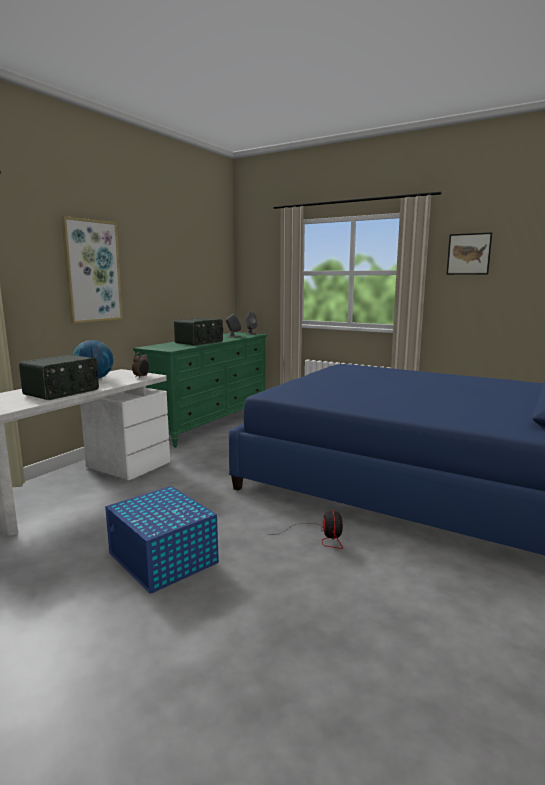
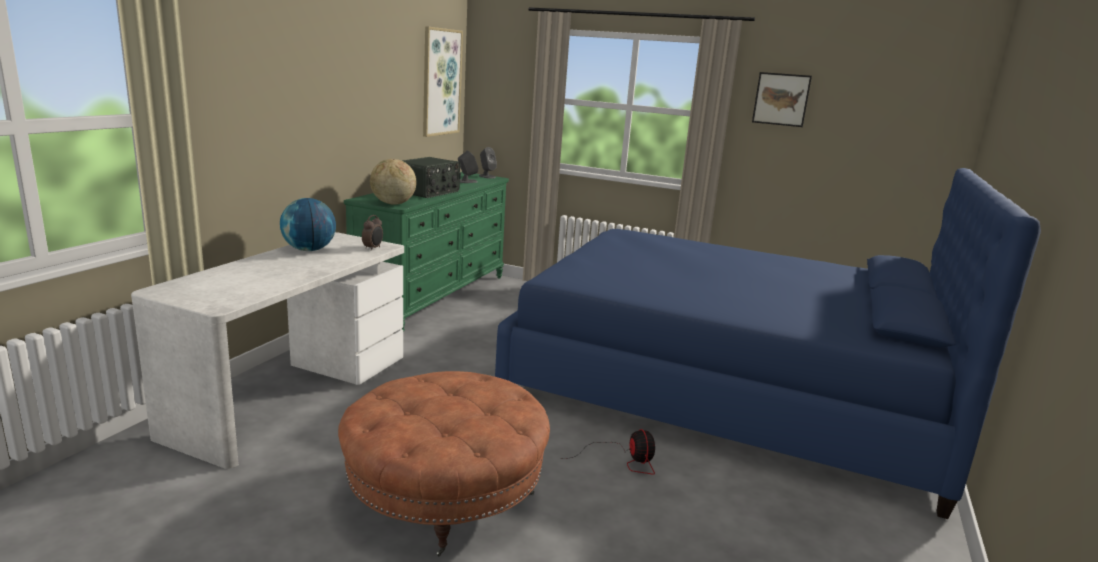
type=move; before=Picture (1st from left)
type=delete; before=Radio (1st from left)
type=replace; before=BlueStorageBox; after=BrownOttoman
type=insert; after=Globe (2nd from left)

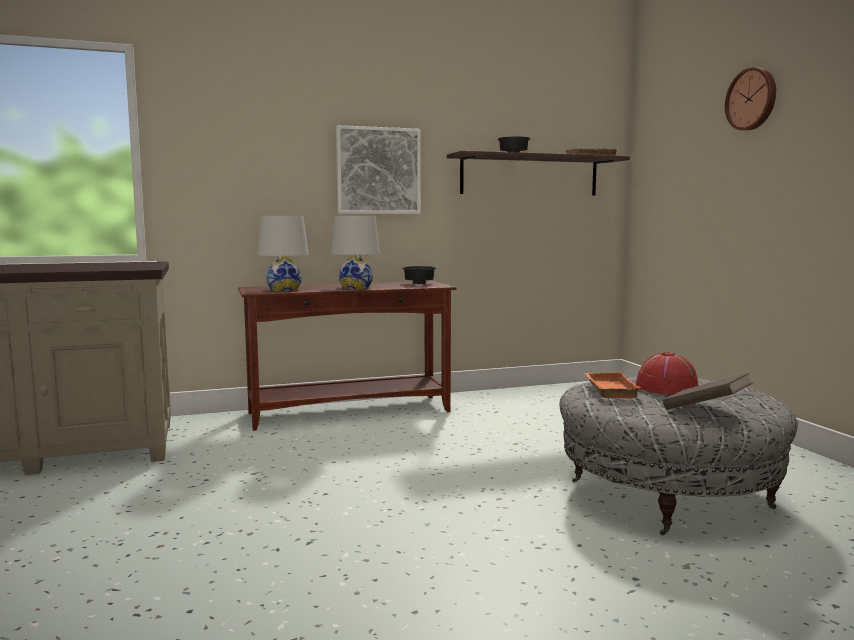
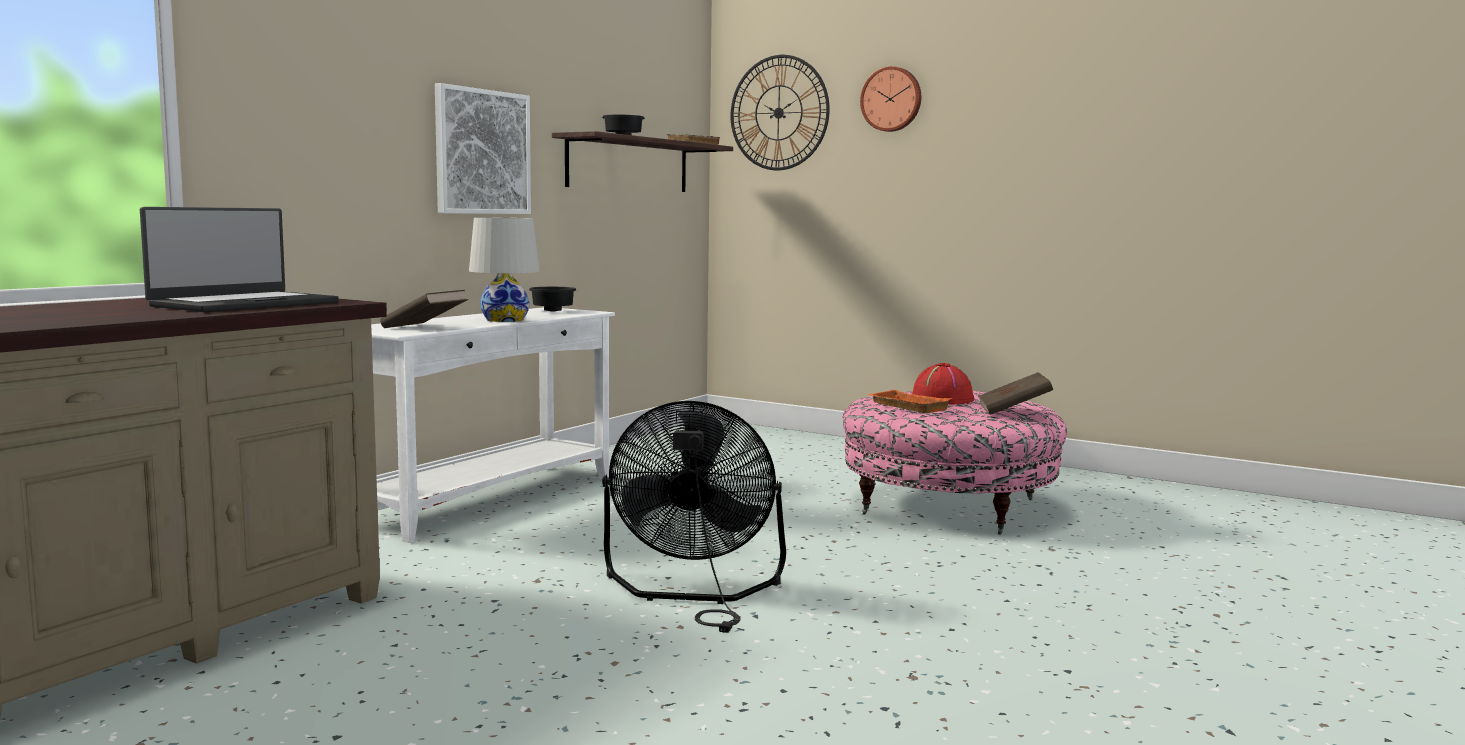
type=replace; before=WhiteTableLamp (1st from left); after=BrownBook (1st from left)
type=recolor; before=BrownConsoleTable; after=WhiteConsoleTable
type=recolor; before=GreyOttoman; after=PinkOttoman
type=insert; after=WallClock (1st from left)
type=insert; after=Laptop
type=insert; after=BlackFan

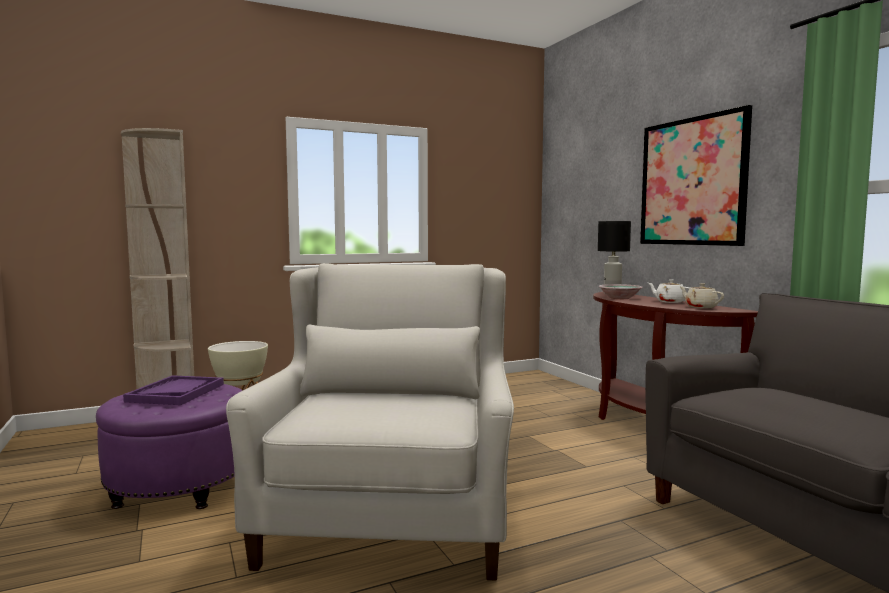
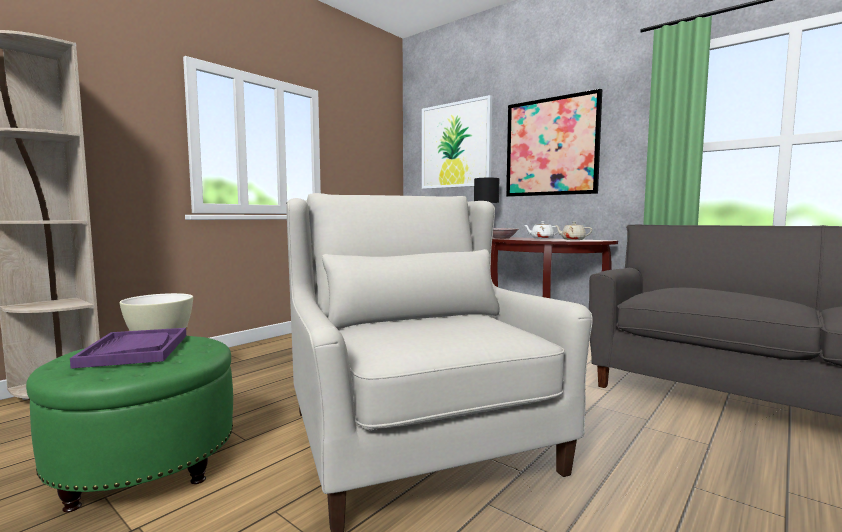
type=recolor; before=PurpleOttoman; after=GreenOttoman
type=insert; after=Picture (1st from left)

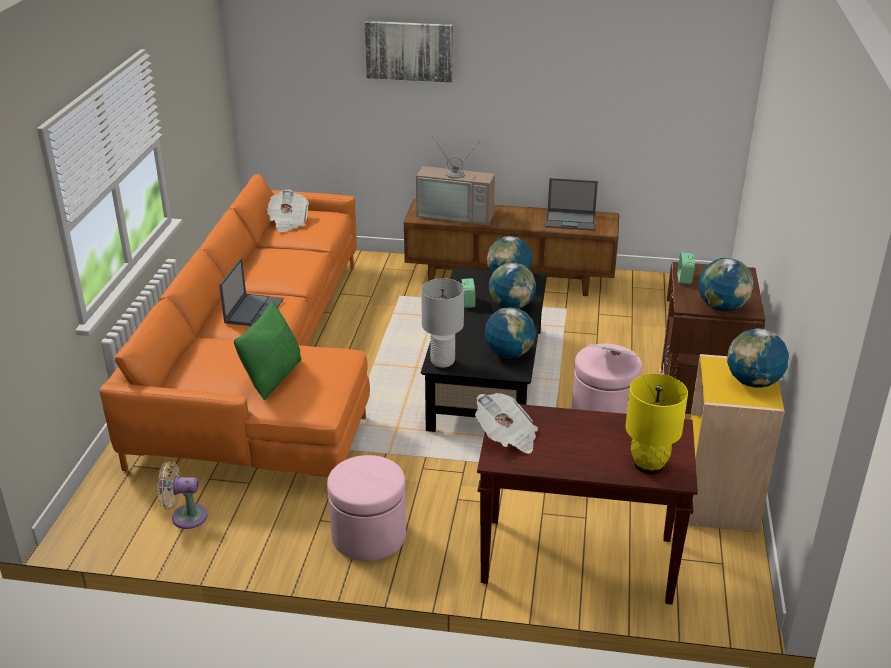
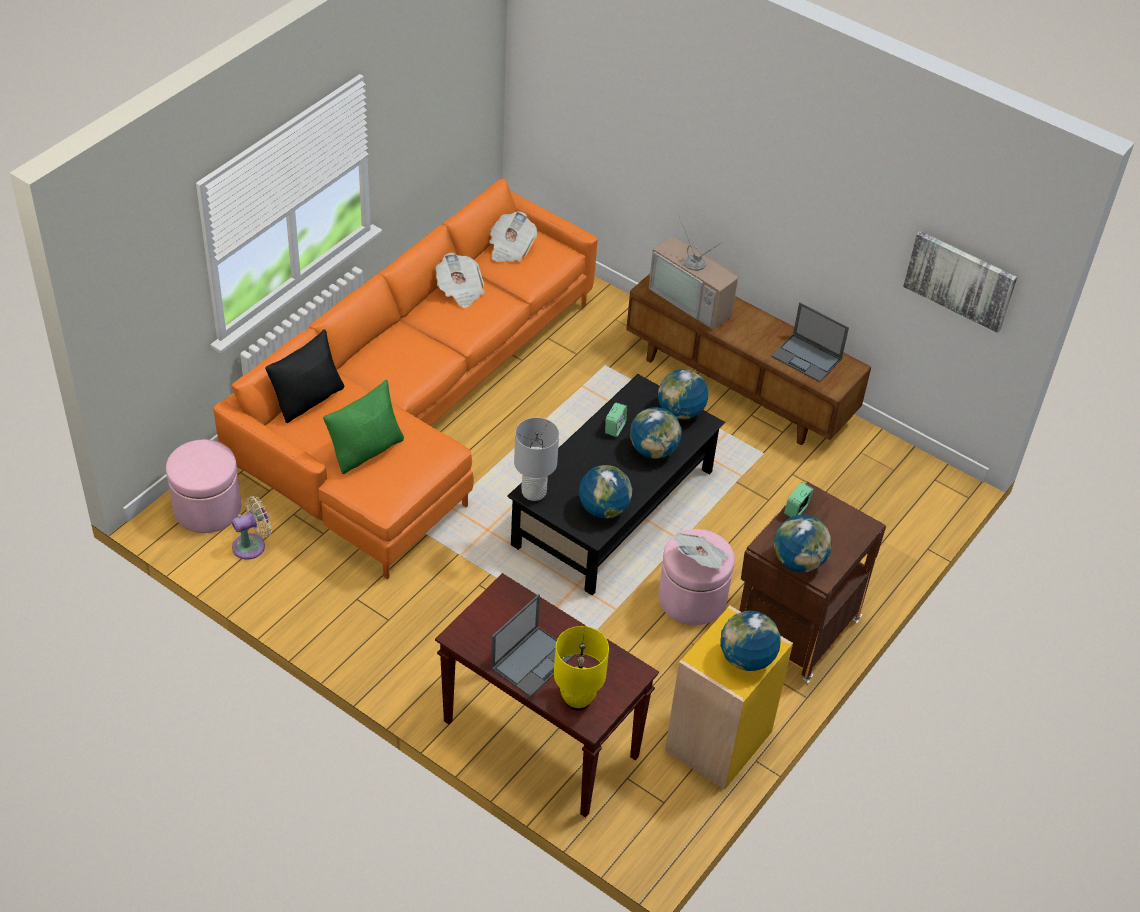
type=move; before=Picture
type=move; before=Laptop (1st from left)
type=move; before=Newspaper (2nd from left in the first image); after=Newspaper (1st from left)
type=move; before=PinkOttoman (1st from left)
type=rotate; before=BeigeFan; turn=120
type=insert; after=BlackPillow

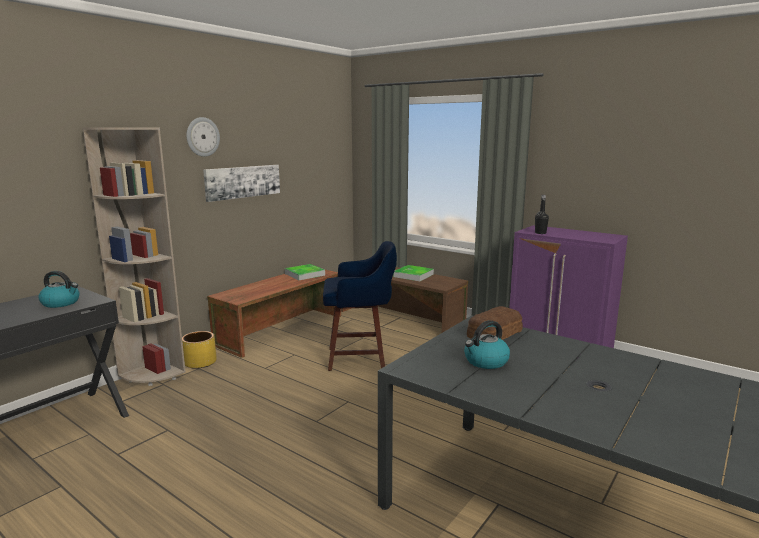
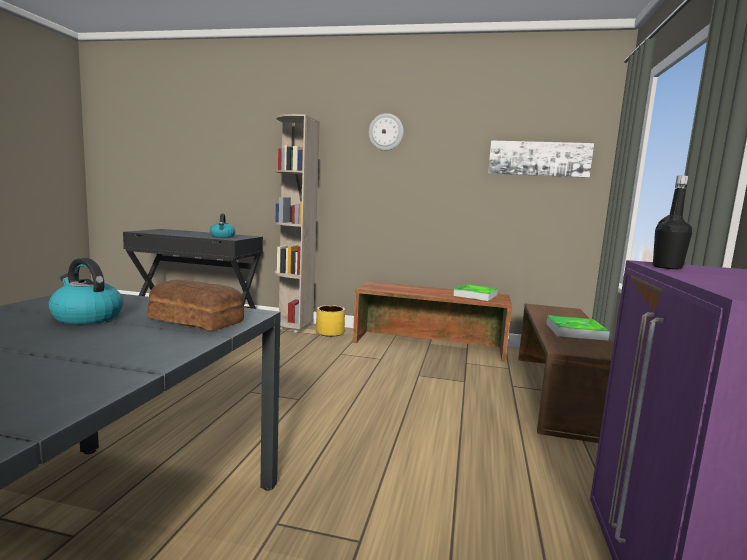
type=move; before=Picture
type=delete; before=BlueStool

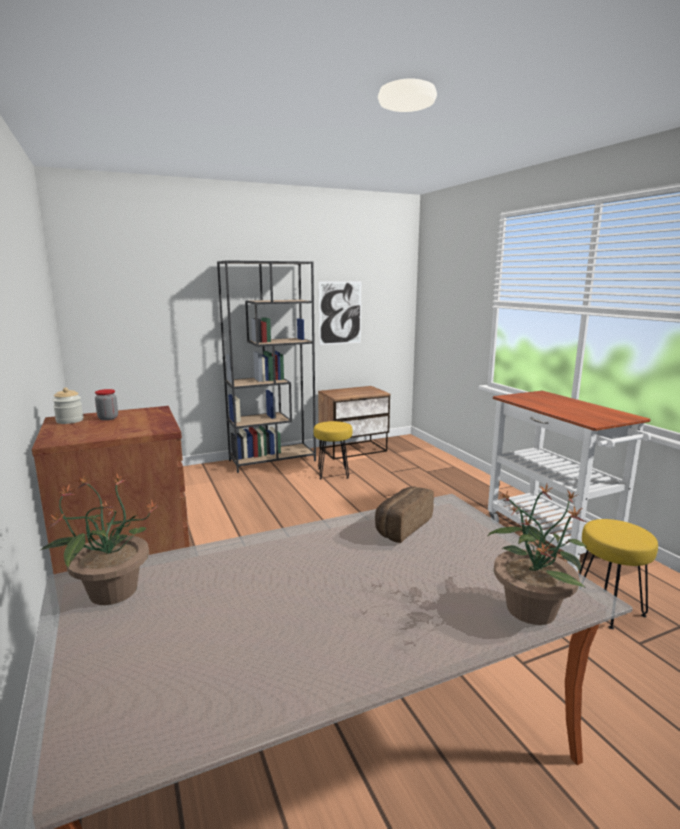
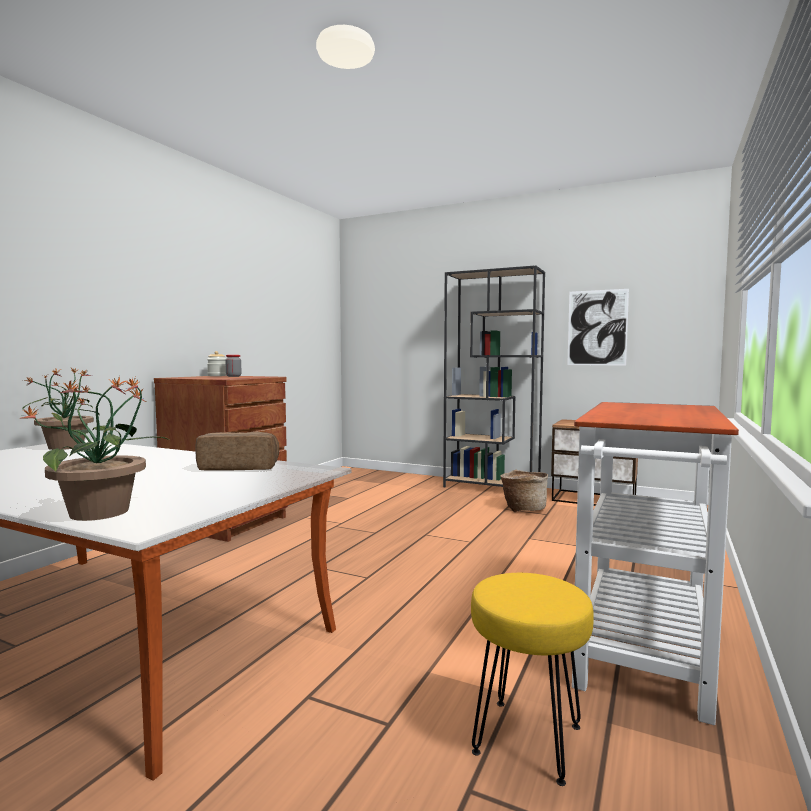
type=replace; before=YellowStool (1st from left); after=Basket

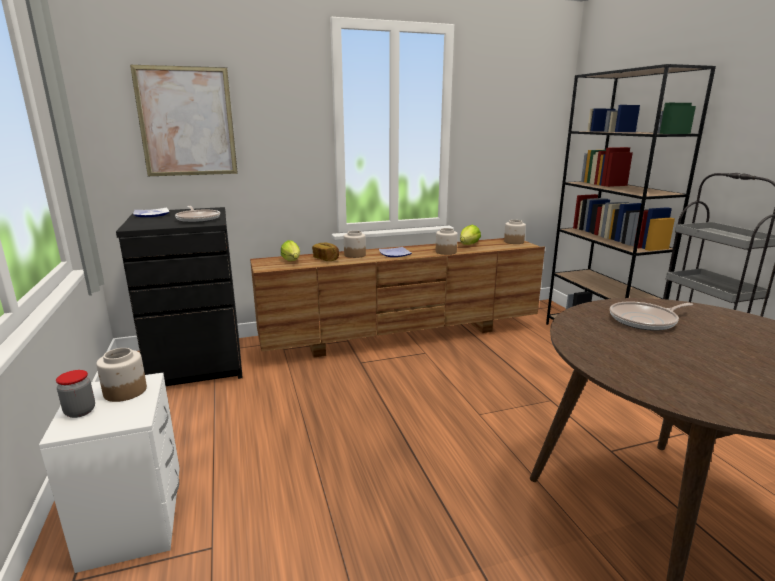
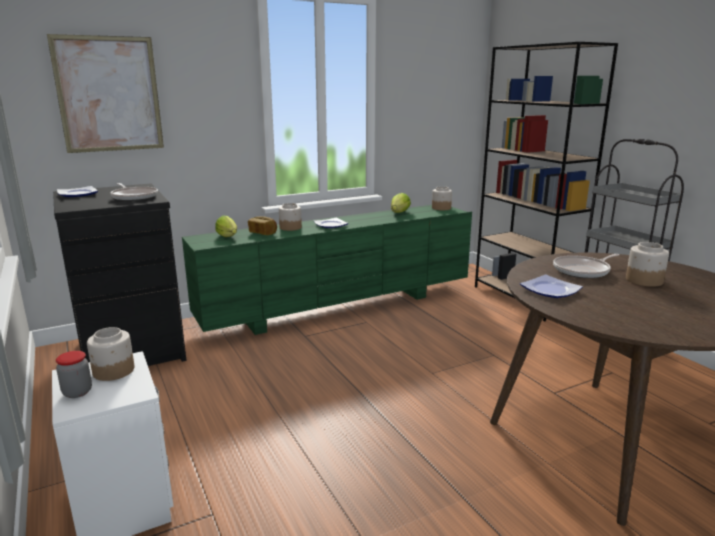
type=move; before=Jar (4th from left in the first image); after=Jar (5th from left)
type=recolor; before=BrownCabinet; after=GreenCabinet
type=insert; after=Plate (3rd from left)

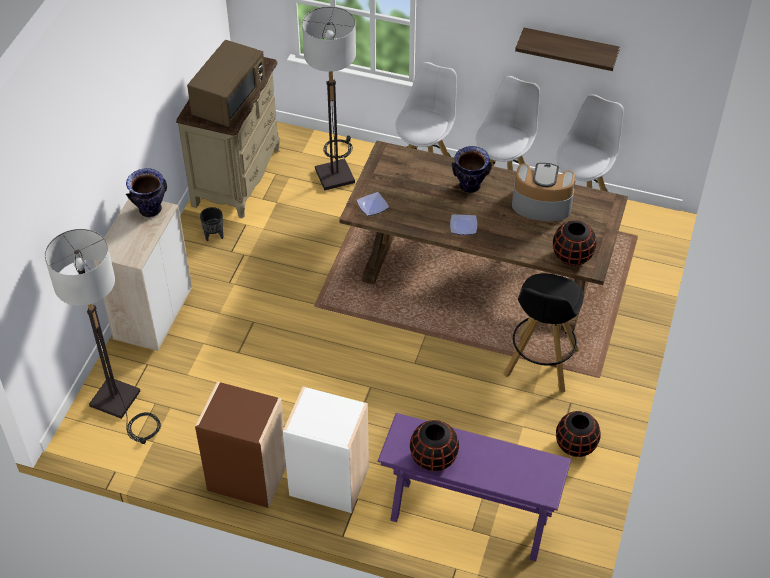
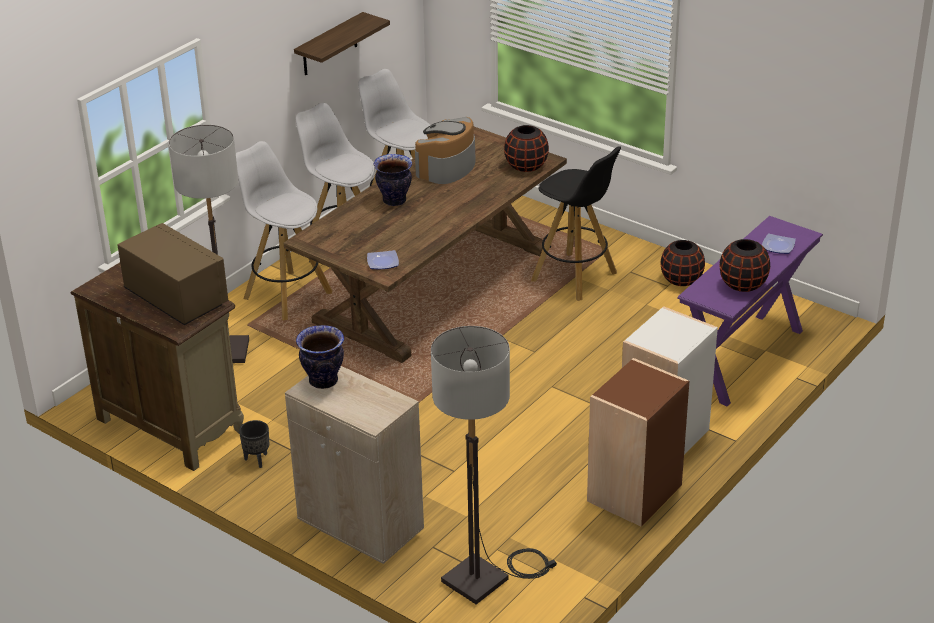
type=move; before=Plate (2nd from left)

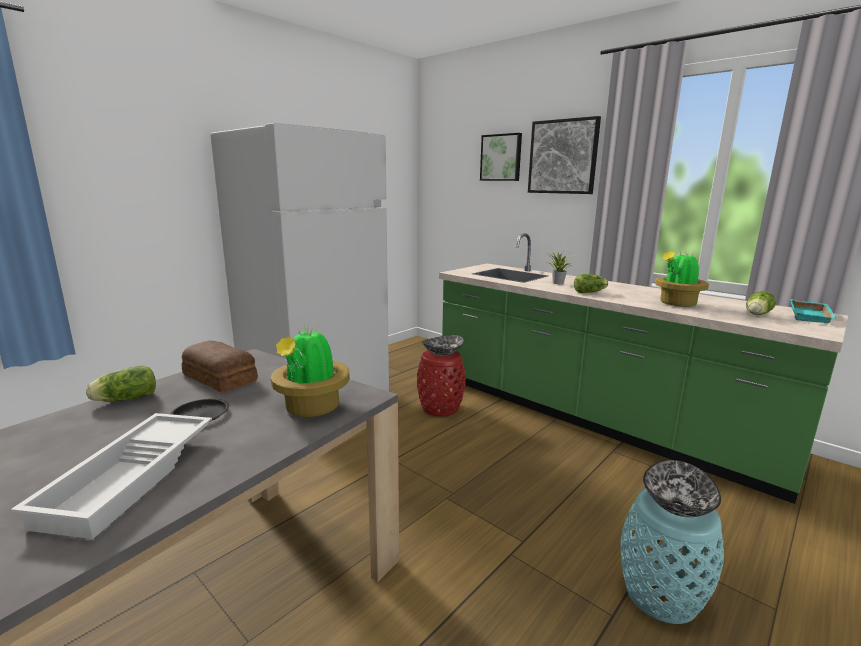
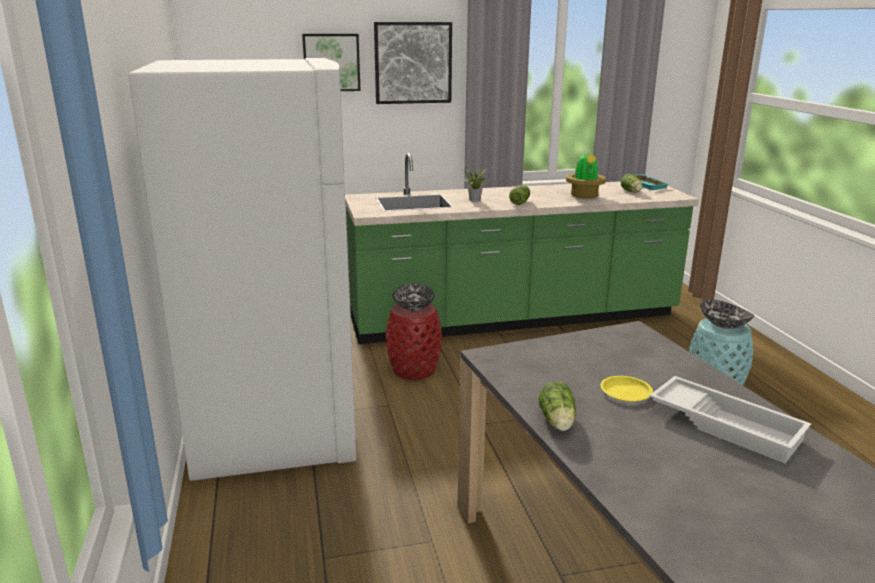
type=delete; before=PottedPlant (1st from left)
type=delete; before=Bread
type=recolor; before=BlackPlate; after=YellowPlate

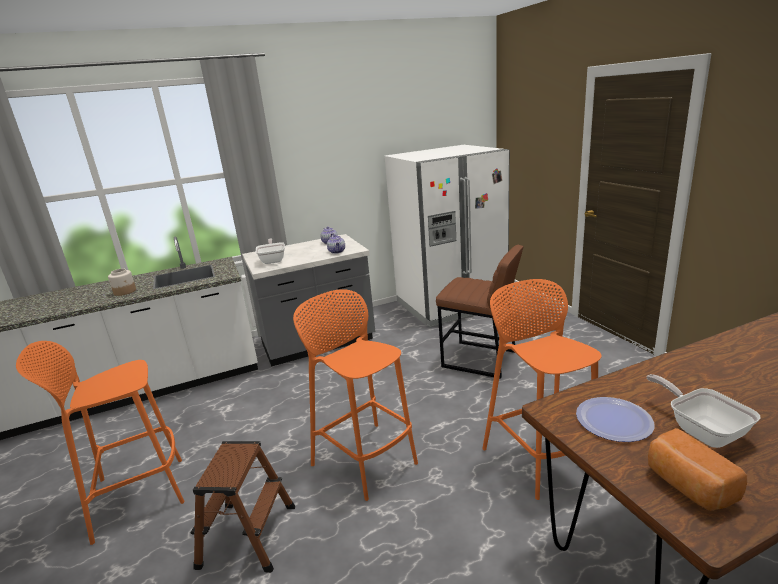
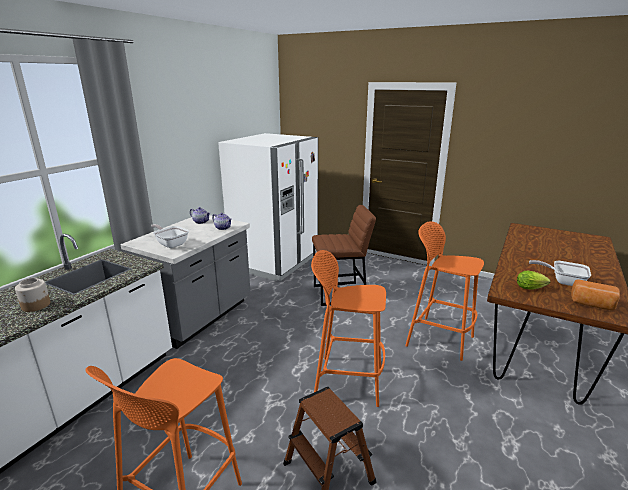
type=replace; before=Plate; after=Lettuce

